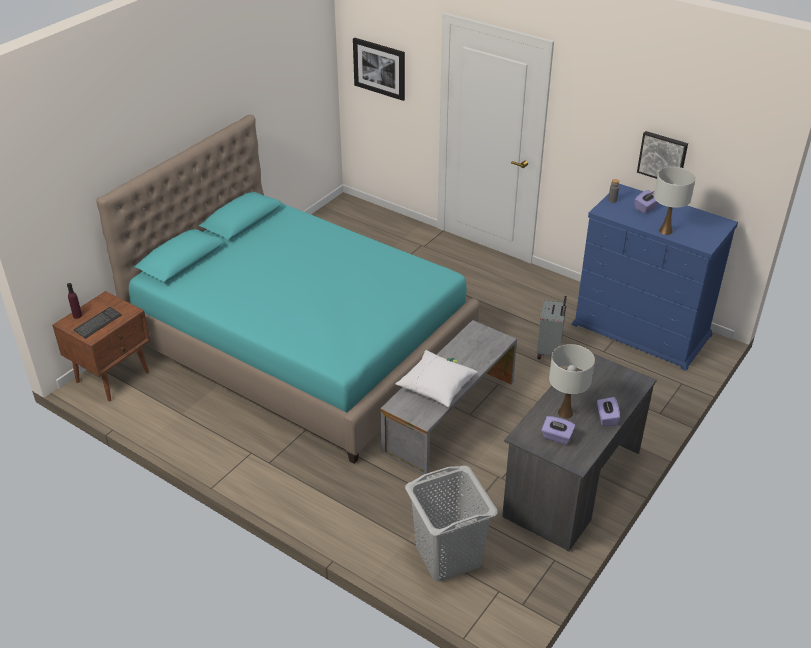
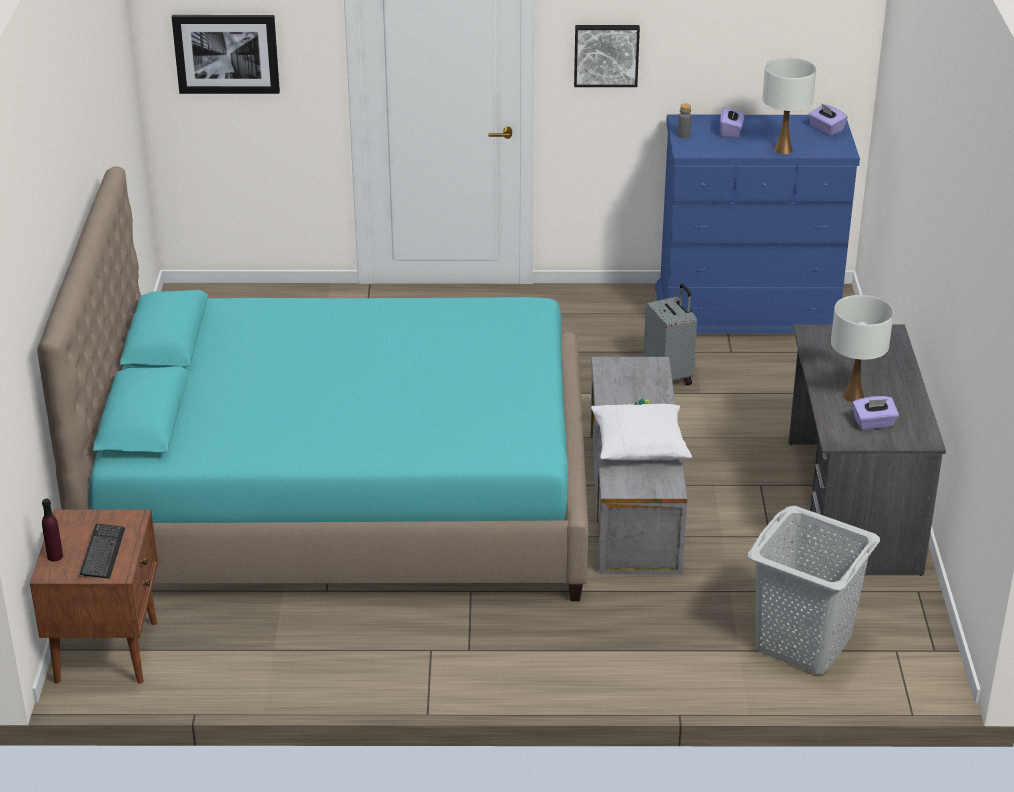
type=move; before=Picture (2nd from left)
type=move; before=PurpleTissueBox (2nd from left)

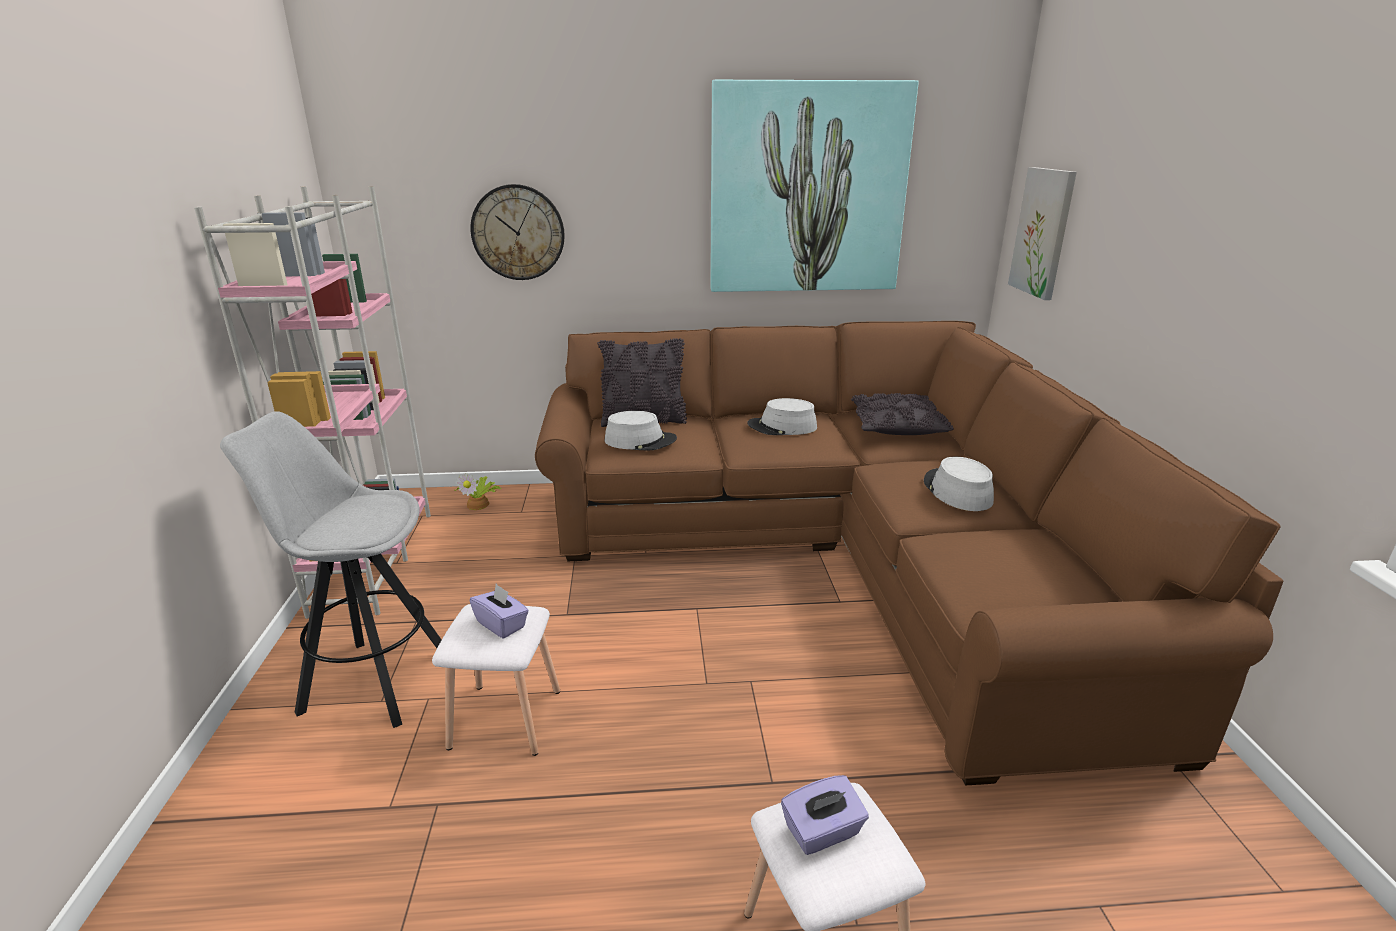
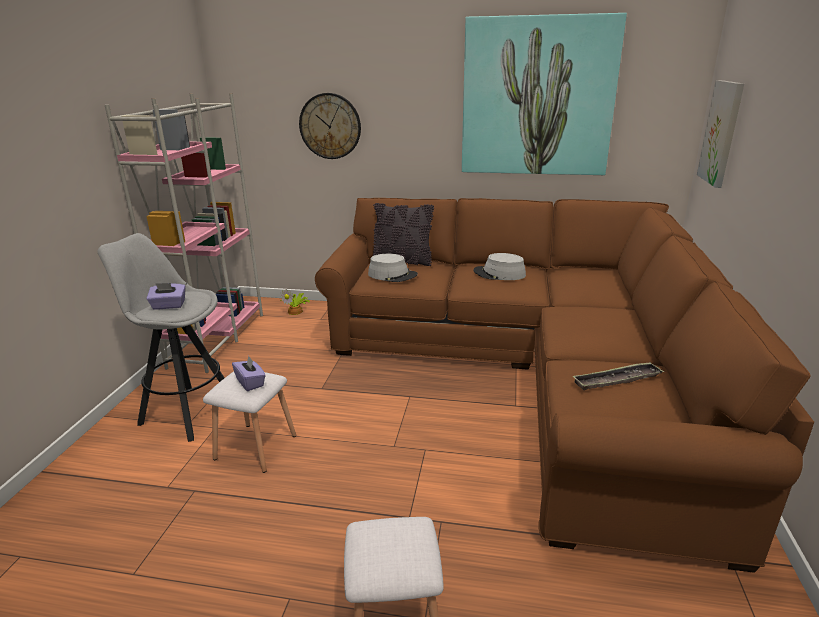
type=delete; before=BlackPillow (2nd from left)
type=delete; before=GreyHat (3rd from left)
type=move; before=PurpleTissueBox (2nd from left in the first image); after=PurpleTissueBox (1st from left)
type=insert; after=Tray

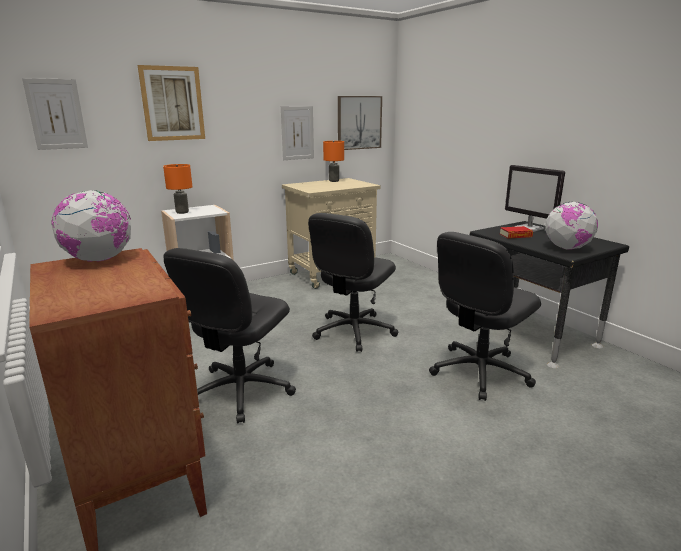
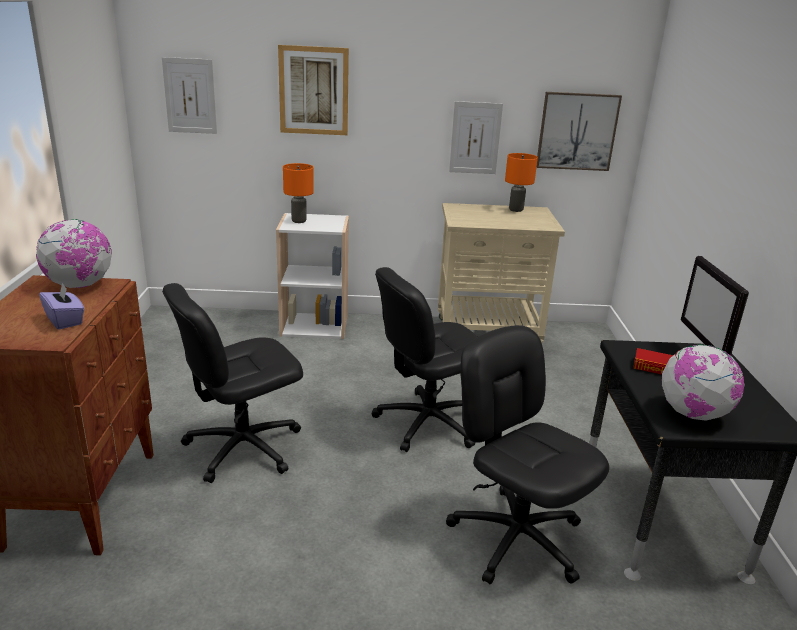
type=rotate; before=BlackOfficeChair (3rd from left); turn=60
type=insert; after=PurpleTissueBox

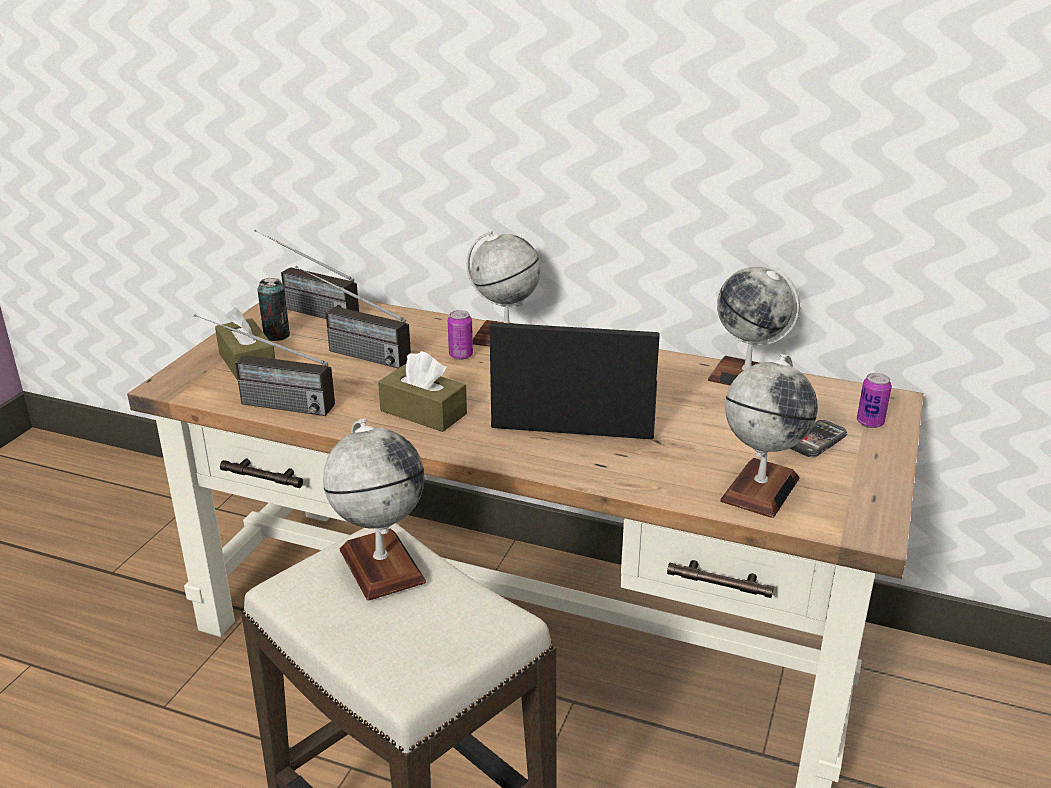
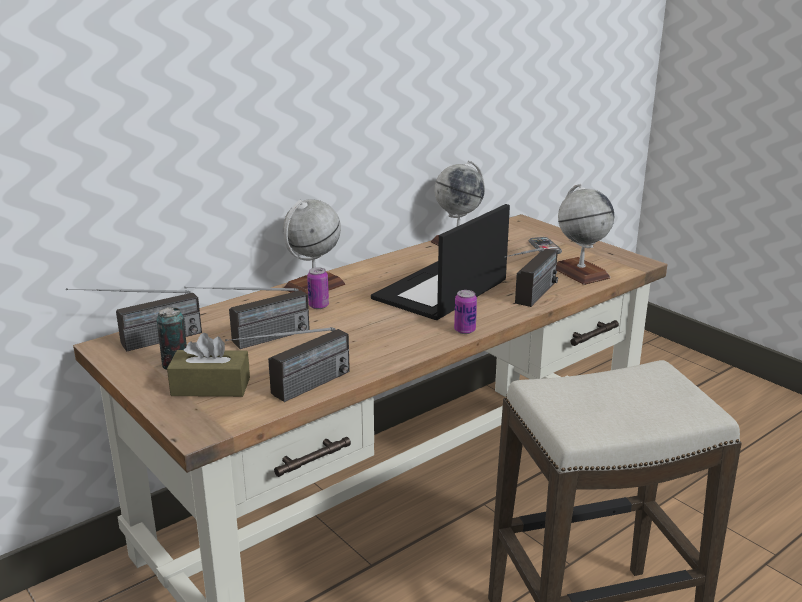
type=delete; before=BrownTissueBox (2nd from left)
type=move; before=Can (3rd from left)
type=delete; before=Globe (1st from left)
type=insert; after=Radio (4th from left)

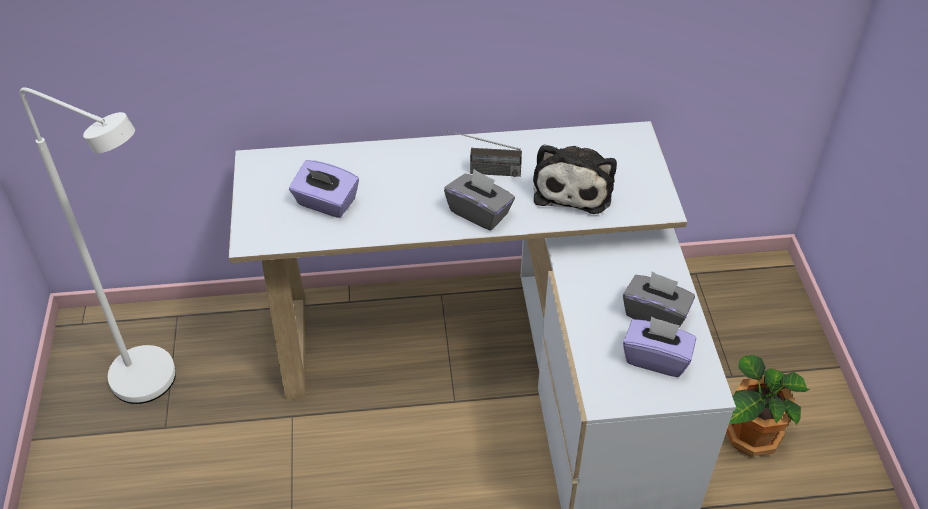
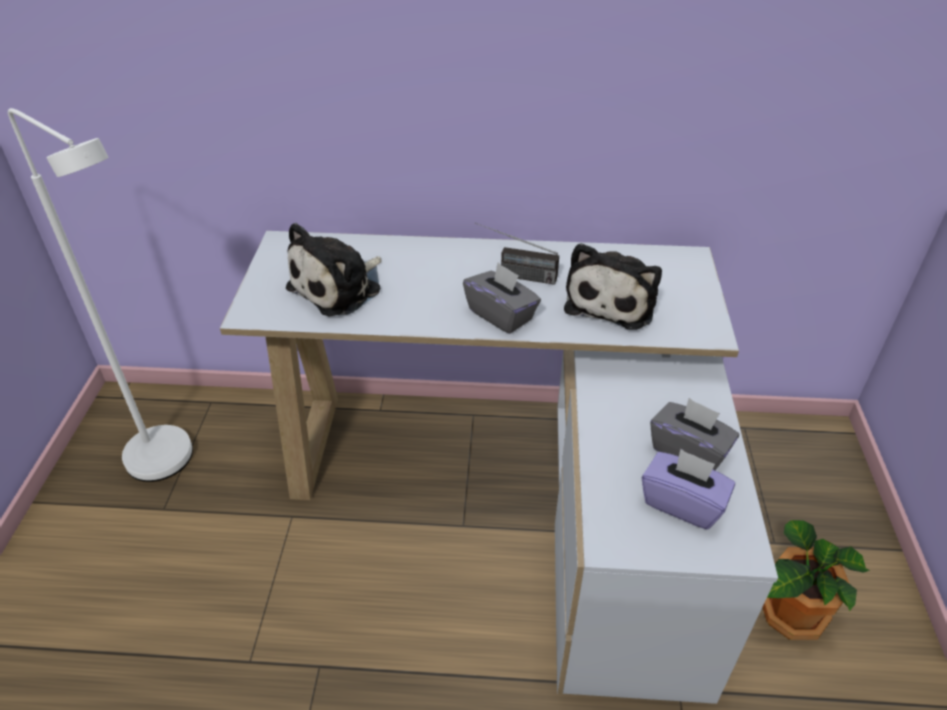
type=replace; before=PurpleTissueBox (1st from left); after=PlushToy (1st from left)

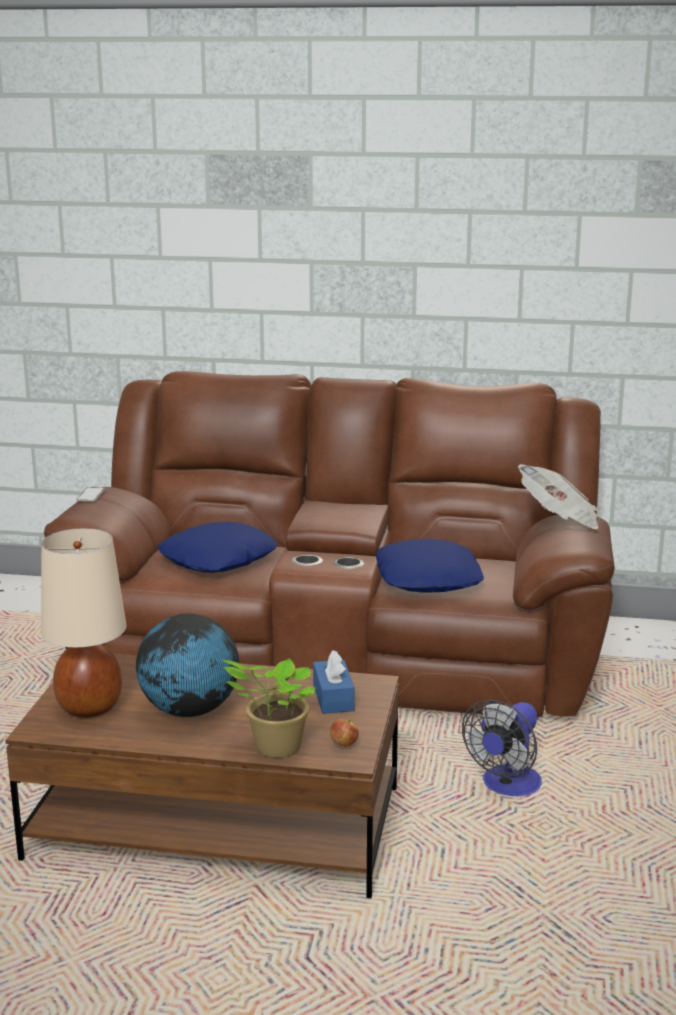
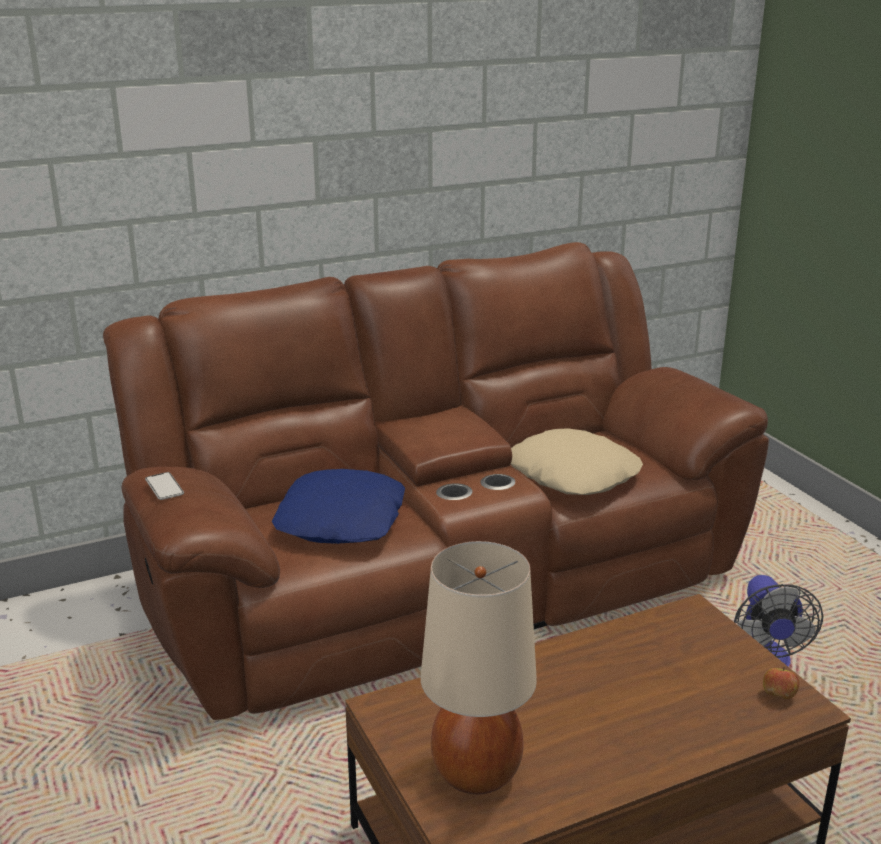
type=delete; before=Newspaper
type=recolor; before=BluePillow (2nd from left); after=BeigePillow
type=delete; before=Globe
type=delete; before=BlueTissueBox
type=delete; before=PottedPlant

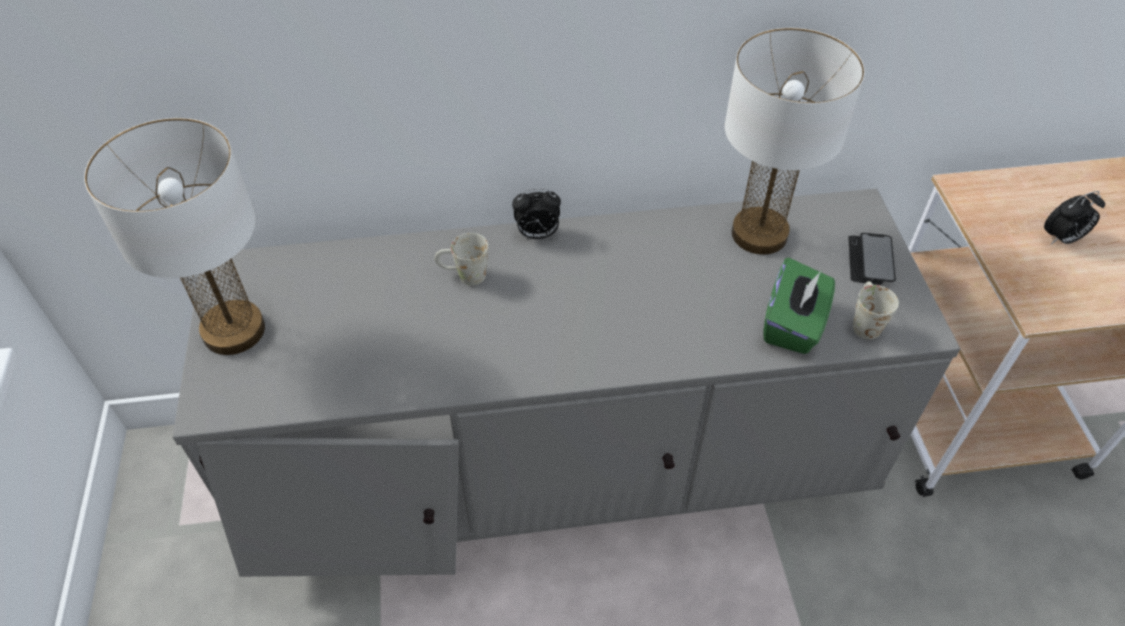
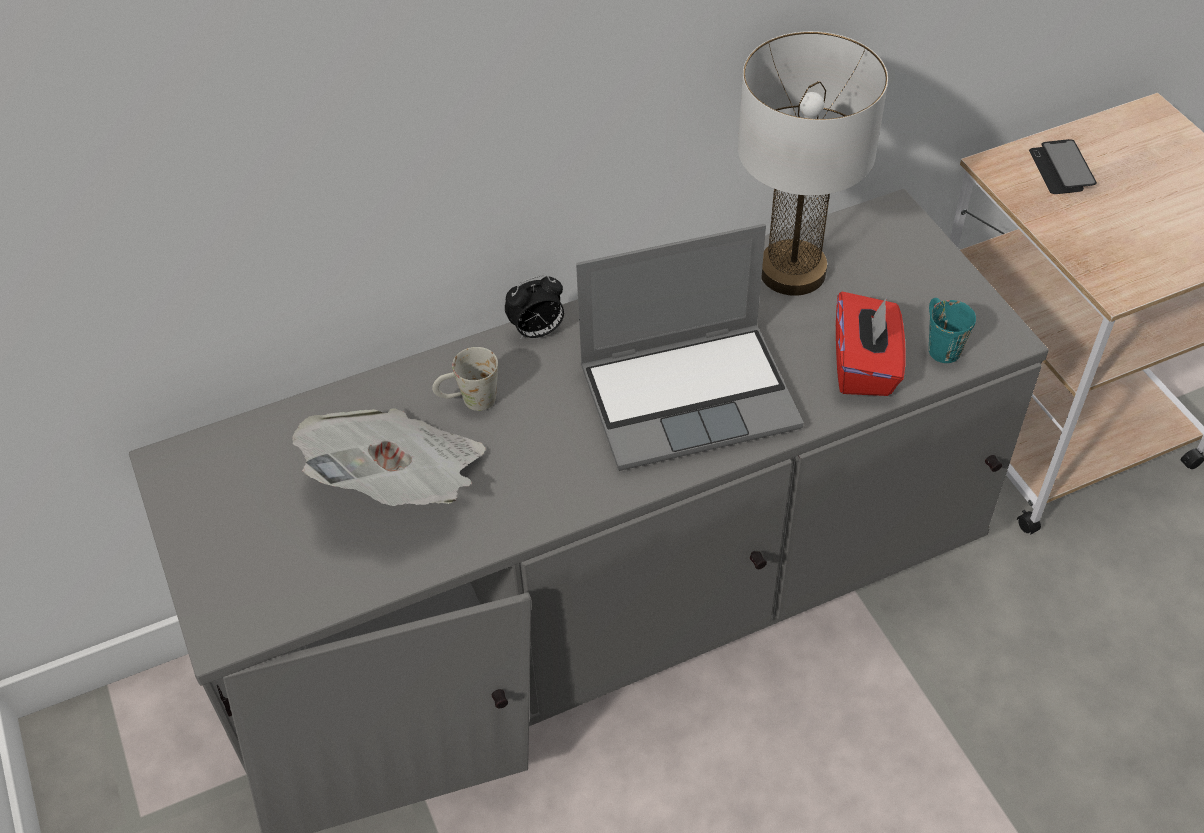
type=delete; before=TableLamp (1st from left)
type=delete; before=AlarmClock (2nd from left)
type=move; before=Phone
type=recolor; before=GreenTissueBox; after=RedTissueBox
type=recolor; before=WhiteMug (2nd from left); after=TurquoiseMug
type=insert; after=Laptop
type=insert; after=Newspaper

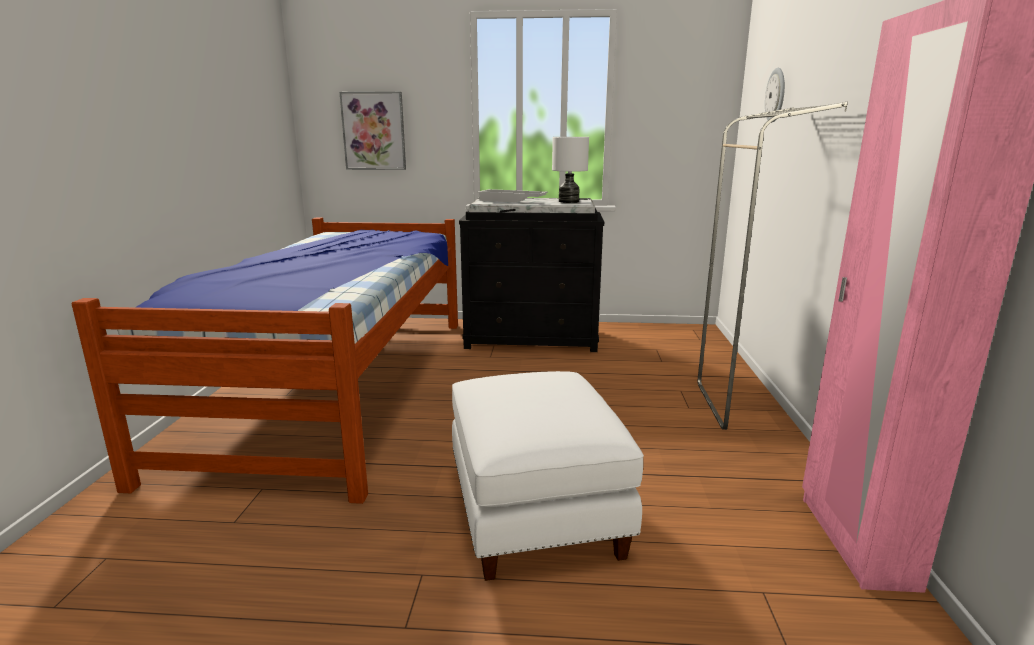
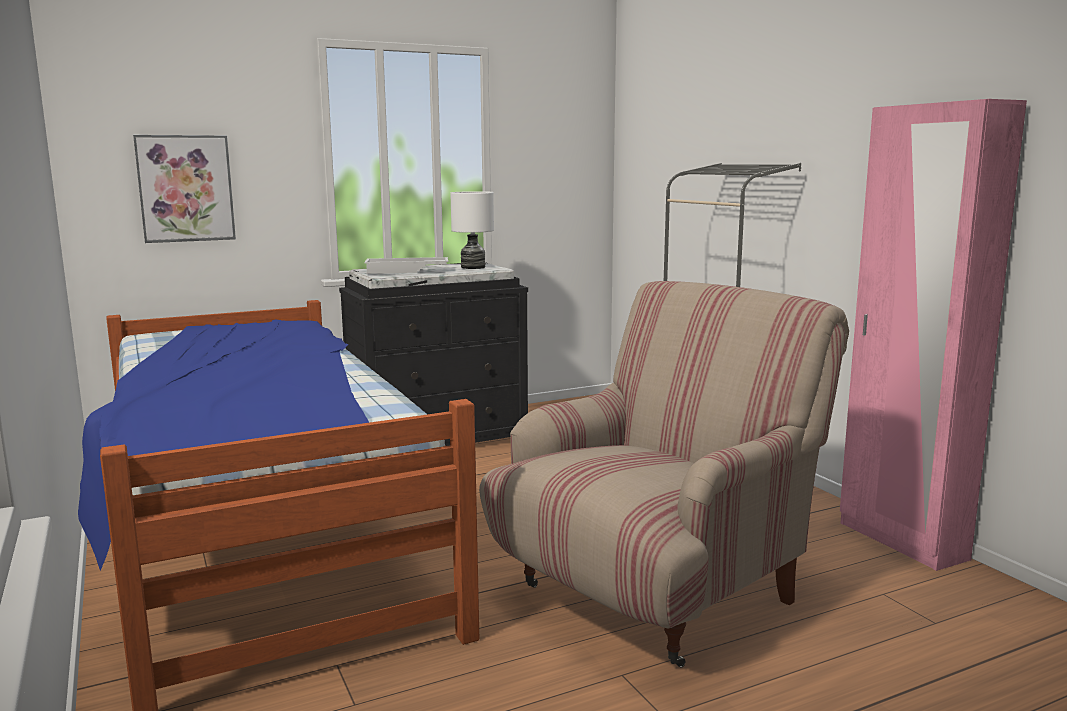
type=delete; before=WallClock
type=replace; before=WhiteOttoman; after=BeigeArmchair

